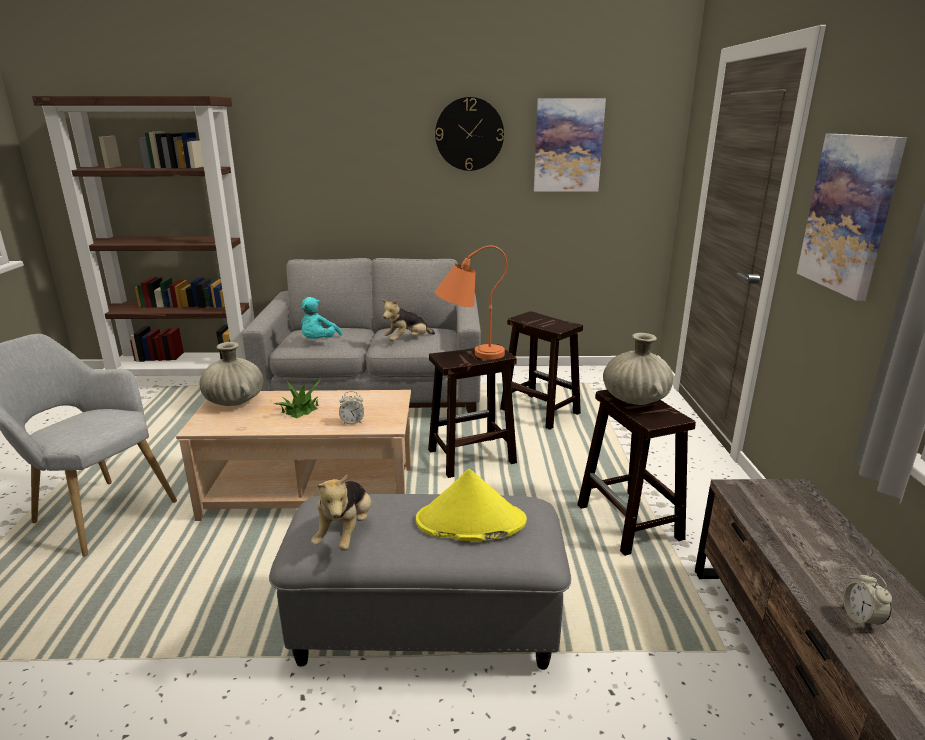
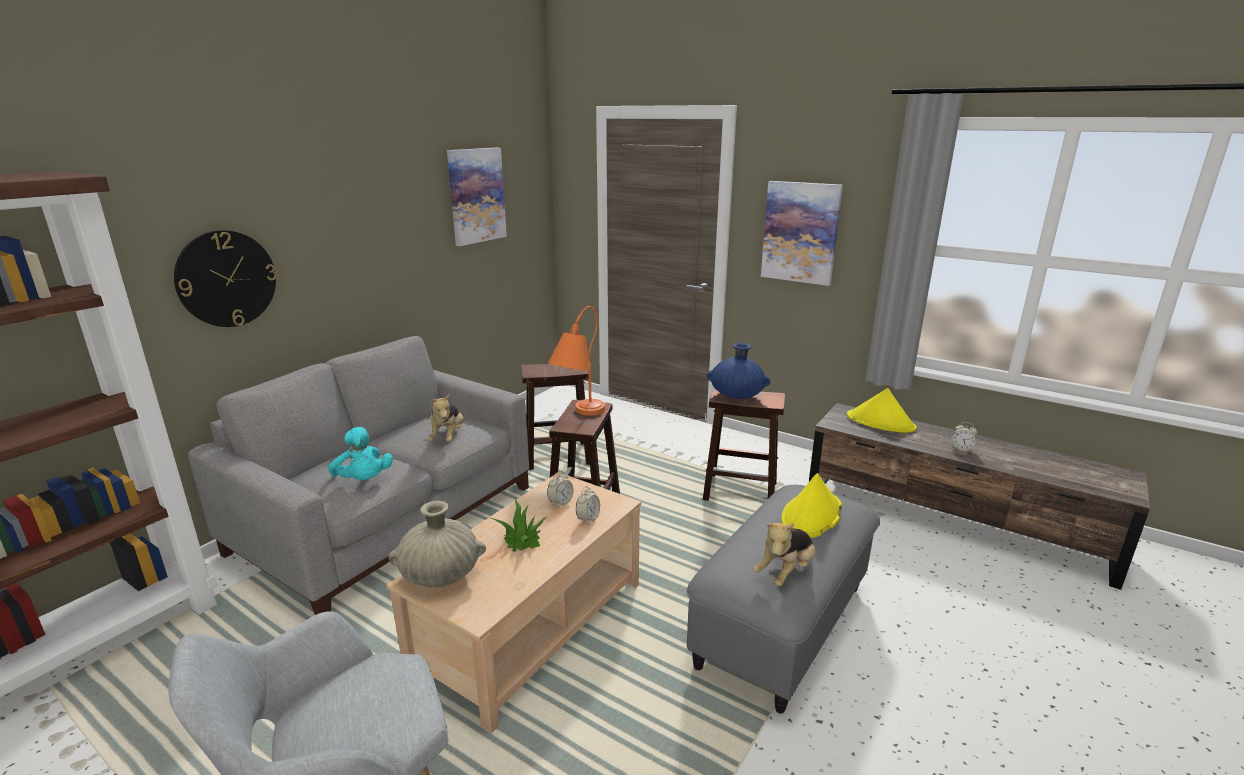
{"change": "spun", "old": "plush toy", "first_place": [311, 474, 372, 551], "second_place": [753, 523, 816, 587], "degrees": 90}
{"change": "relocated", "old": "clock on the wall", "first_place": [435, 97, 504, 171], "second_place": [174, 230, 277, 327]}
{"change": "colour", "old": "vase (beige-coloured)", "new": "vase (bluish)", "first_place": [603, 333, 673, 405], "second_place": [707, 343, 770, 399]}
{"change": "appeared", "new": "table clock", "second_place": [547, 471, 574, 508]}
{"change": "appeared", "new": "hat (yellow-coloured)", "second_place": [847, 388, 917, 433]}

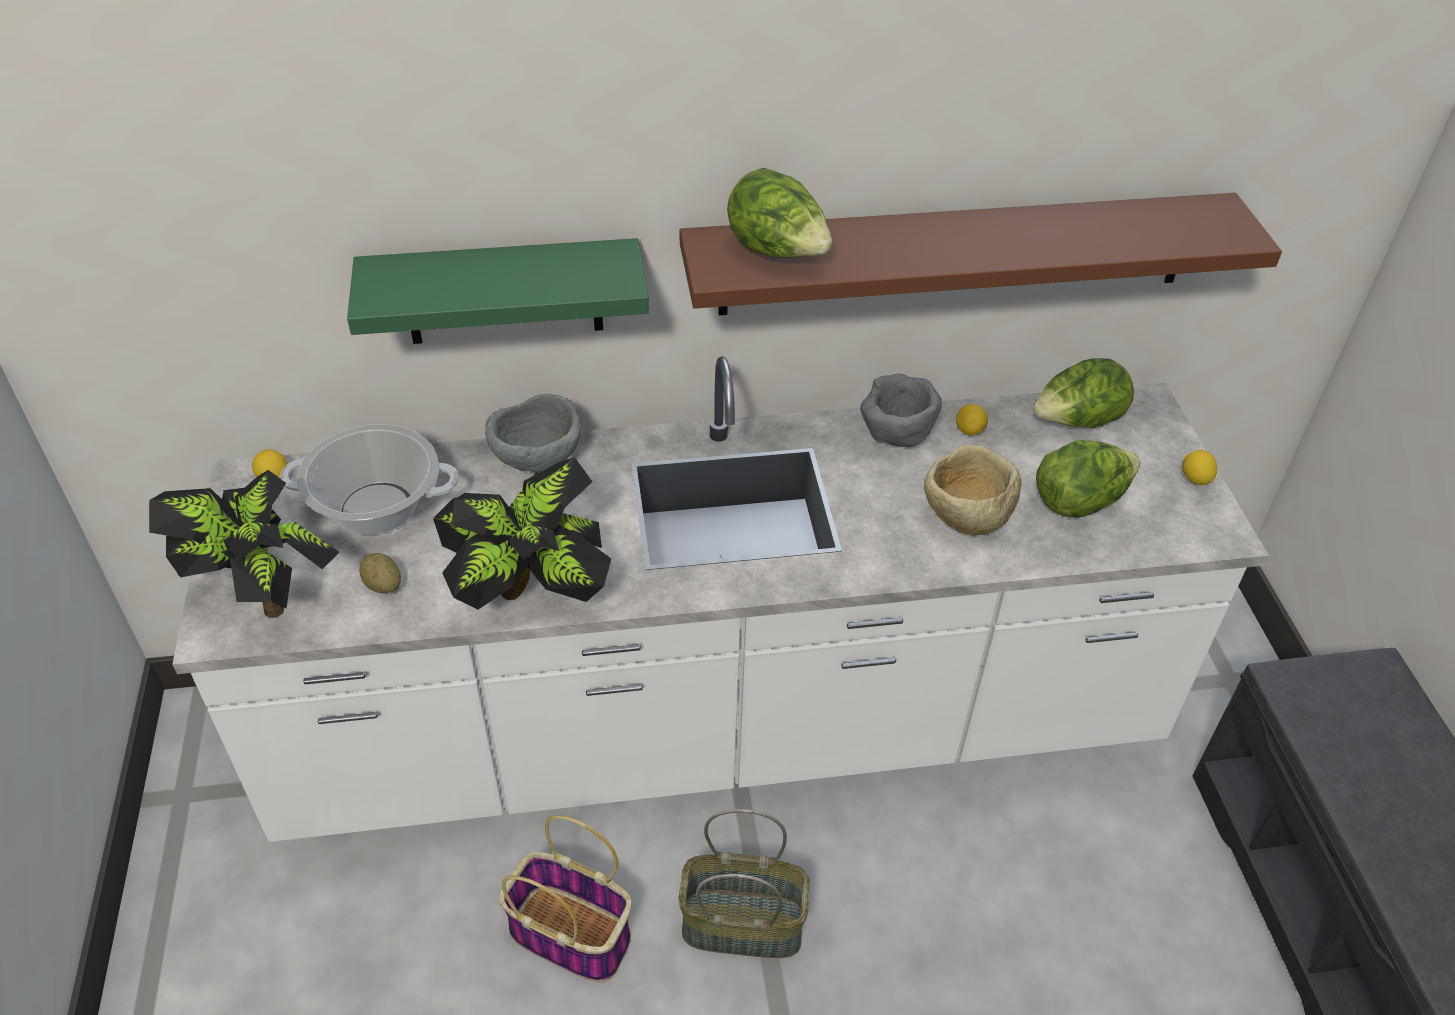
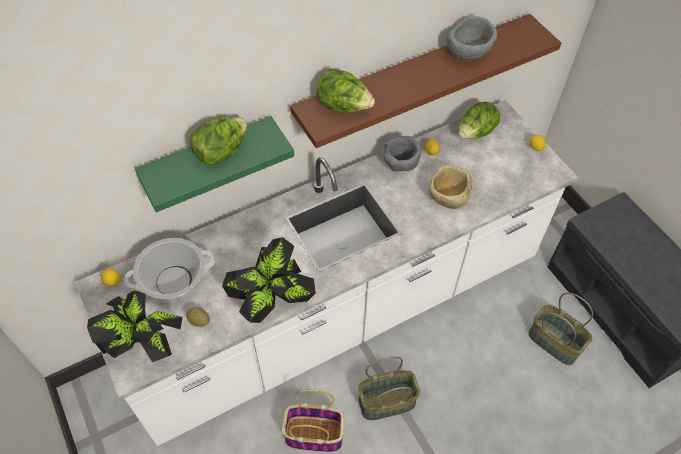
{"change": "relocated", "old": "serving bowl (greyish)", "first_place": [485, 394, 581, 472], "second_place": [446, 16, 497, 60]}
{"change": "relocated", "old": "lettuce head", "first_place": [1036, 440, 1141, 518], "second_place": [190, 117, 247, 165]}
{"change": "appeared", "new": "household basket", "second_place": [528, 292, 593, 365]}

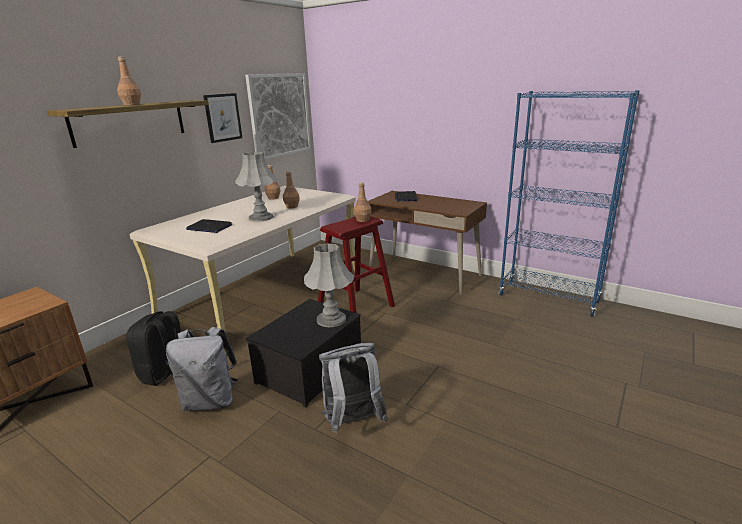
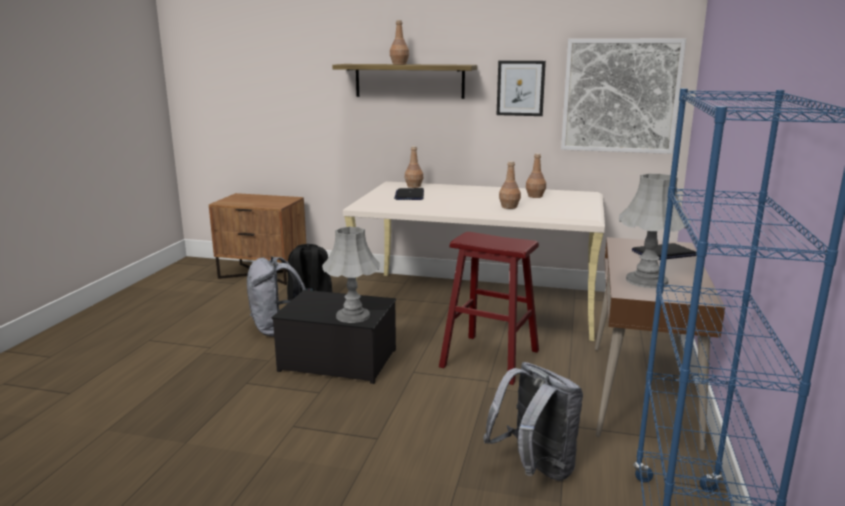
{"change": "relocated", "old": "table lamp (greyish)", "first_place": [236, 152, 277, 222], "second_place": [619, 174, 691, 288]}
{"change": "relocated", "old": "rucksack (greyish)", "first_place": [319, 343, 388, 433], "second_place": [483, 362, 583, 481]}
{"change": "relocated", "old": "bottle (brownish)", "first_place": [354, 182, 371, 222], "second_place": [405, 146, 423, 188]}

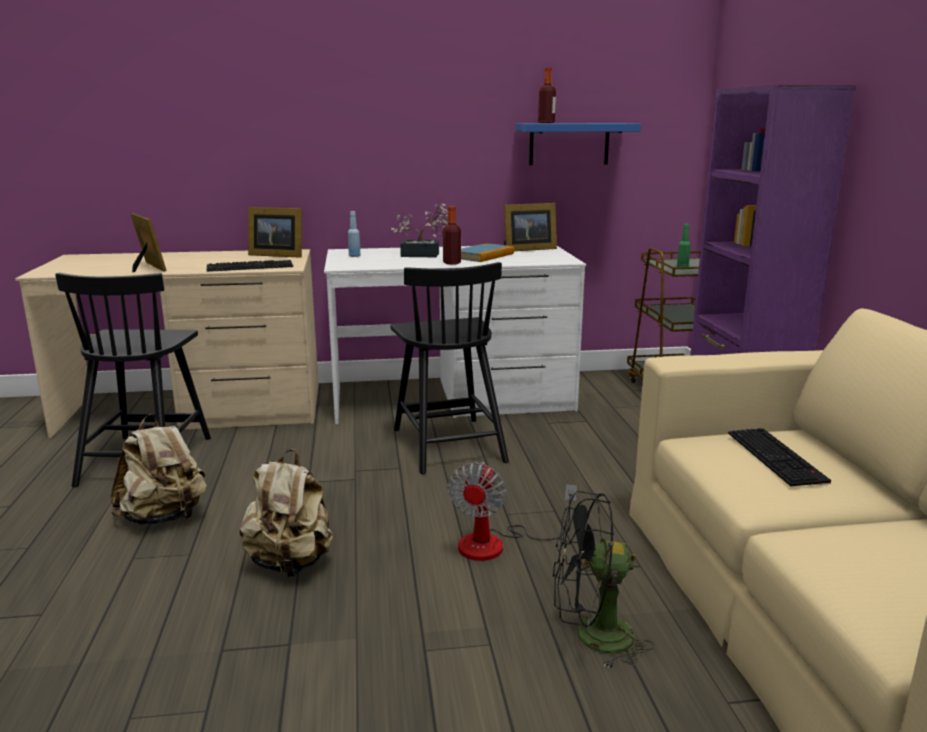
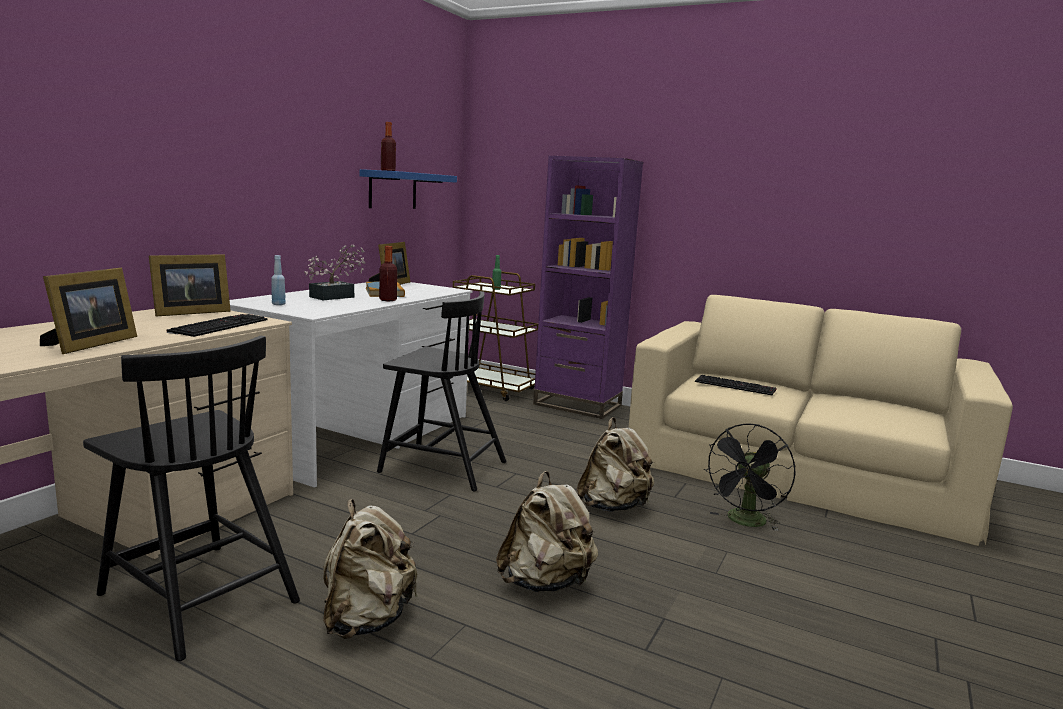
{"change": "spun", "old": "picture frame", "first_place": [130, 213, 166, 273], "second_place": [40, 268, 137, 354], "degrees": 105}
{"change": "exchanged", "old": "electric fan", "new": "rucksack (beige-coloured)", "first_place": [448, 462, 577, 561], "second_place": [577, 417, 654, 512]}

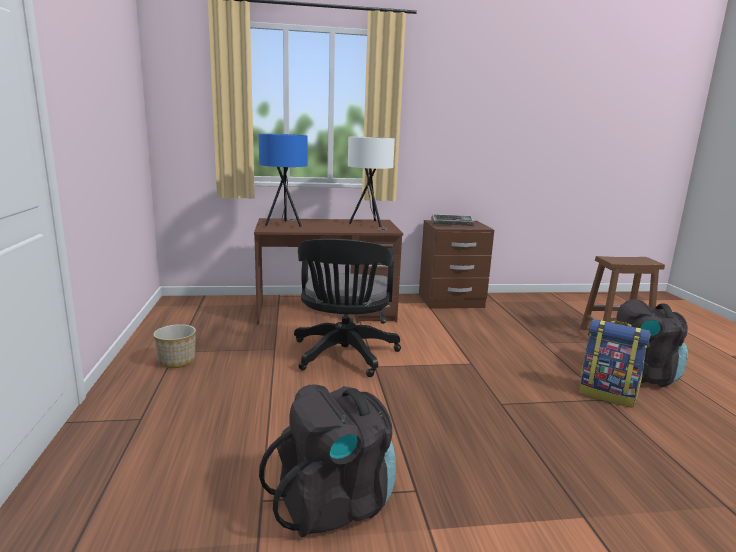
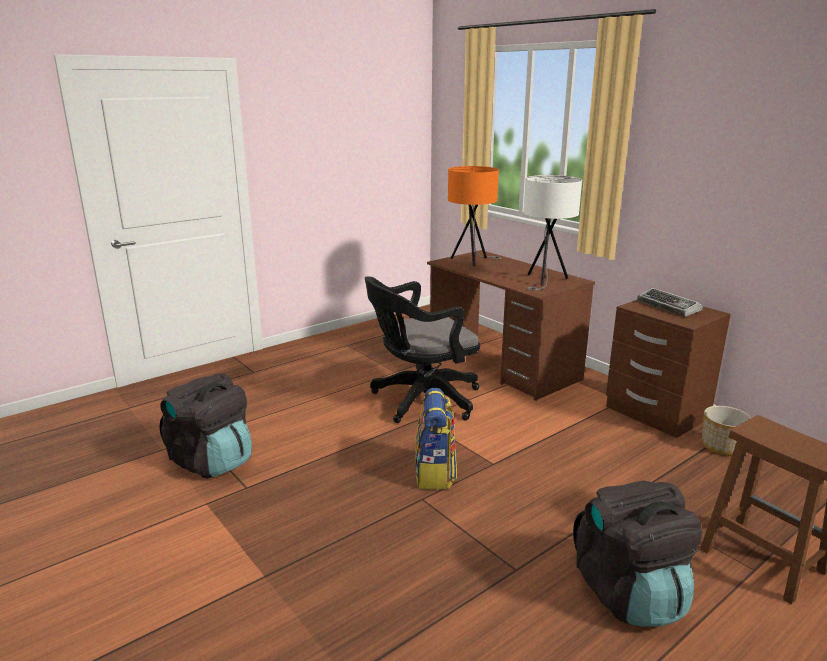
{"change": "relocated", "old": "planter", "first_place": [153, 324, 196, 368], "second_place": [702, 406, 751, 456]}
{"change": "colour", "old": "table lamp (bluish)", "new": "table lamp (orange-coloured)", "first_place": [259, 134, 308, 227], "second_place": [448, 166, 501, 266]}
{"change": "relocated", "old": "rucksack", "first_place": [579, 319, 651, 408], "second_place": [415, 388, 457, 490]}

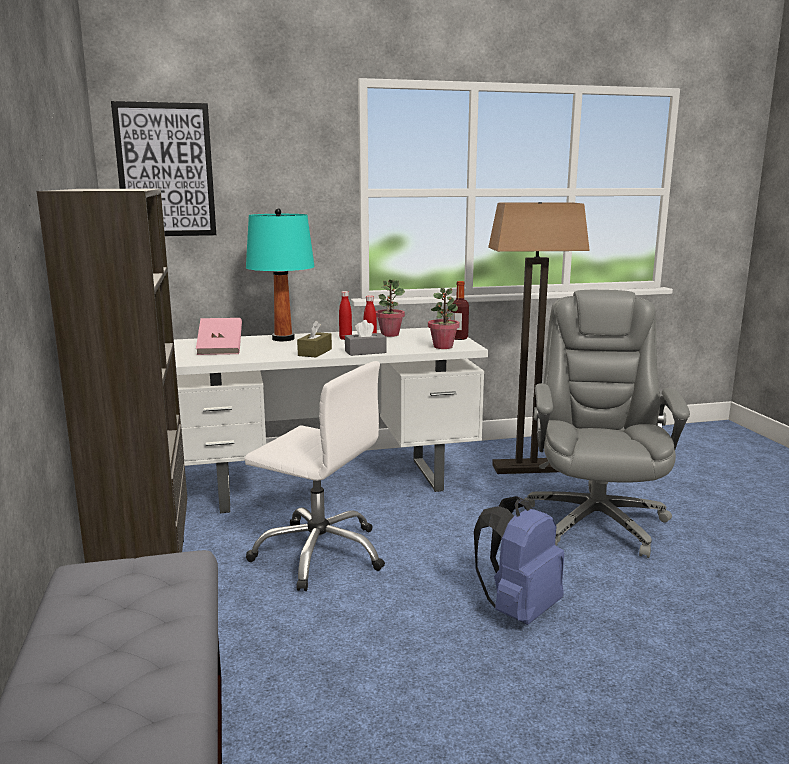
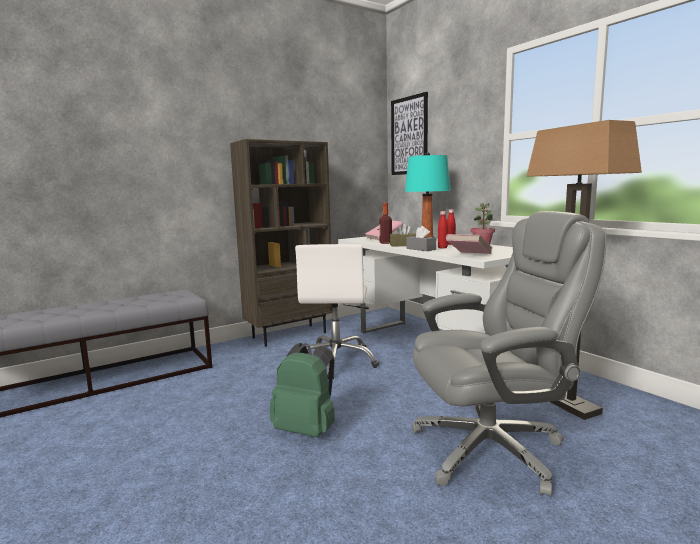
{"change": "exchanged", "old": "houseplant", "new": "book (pinkish)", "first_place": [428, 288, 460, 349], "second_place": [446, 234, 492, 254]}
{"change": "relocated", "old": "bottle", "first_place": [451, 281, 469, 340], "second_place": [379, 203, 392, 244]}
{"change": "colour", "old": "rucksack (bluish)", "new": "rucksack (greenish)", "first_place": [474, 496, 564, 625], "second_place": [270, 343, 335, 437]}

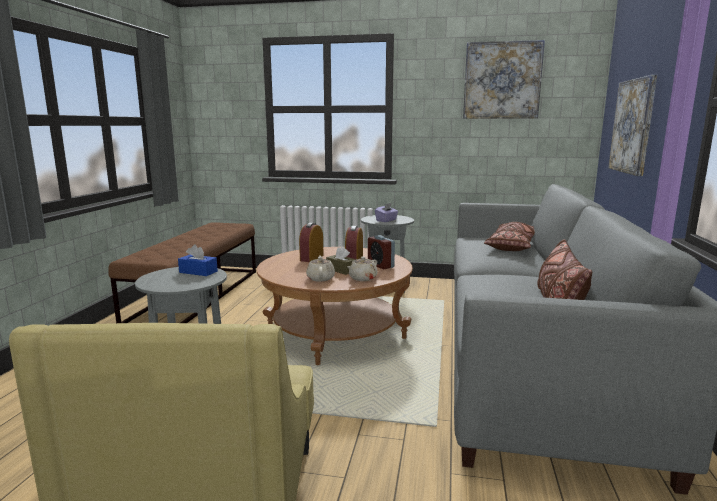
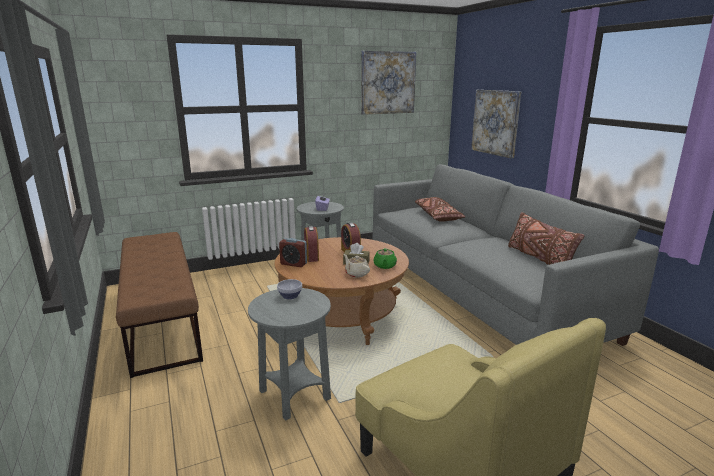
{"change": "exchanged", "old": "tissue box (bluish)", "new": "serving bowl", "first_place": [178, 245, 218, 276], "second_place": [277, 279, 302, 299]}
{"change": "colour", "old": "teapot (beige-coloured)", "new": "teapot (greenish)", "first_place": [347, 256, 378, 281], "second_place": [373, 248, 397, 269]}
{"change": "relocated", "old": "table clock", "first_place": [368, 235, 395, 269], "second_place": [279, 238, 307, 267]}

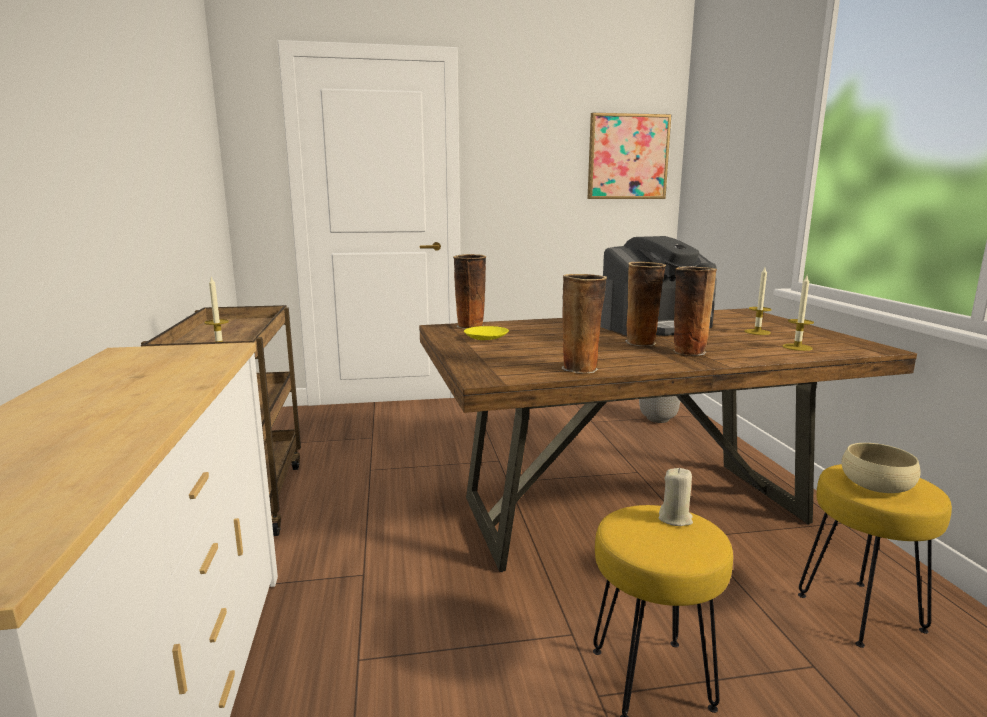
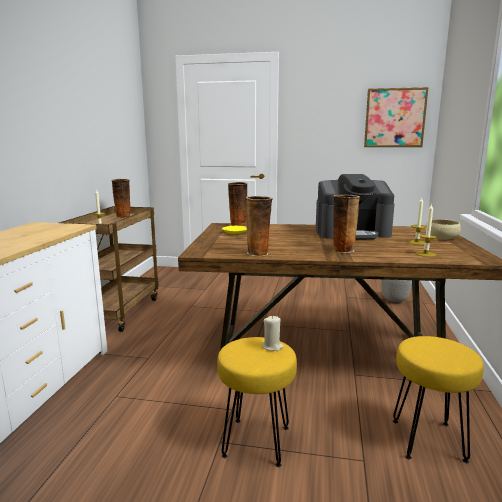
{"change": "relocated", "old": "vase", "first_place": [625, 262, 666, 346], "second_place": [111, 179, 130, 218]}
{"change": "relocated", "old": "serving bowl (beige-coloured)", "first_place": [842, 443, 921, 493], "second_place": [425, 219, 461, 240]}

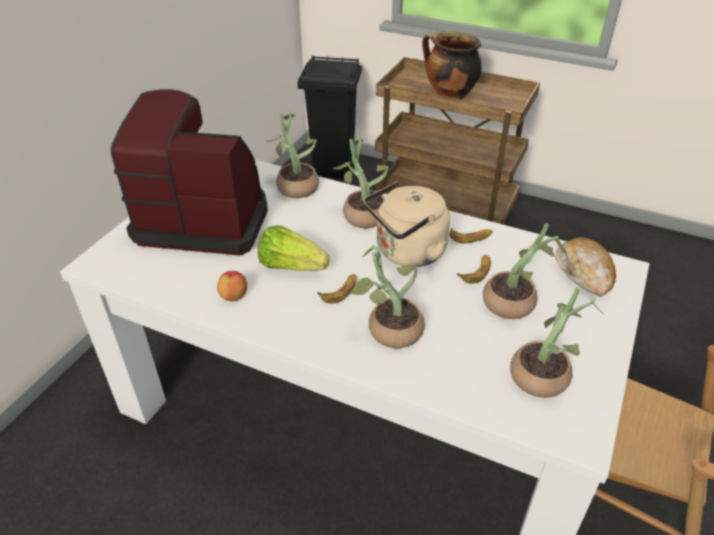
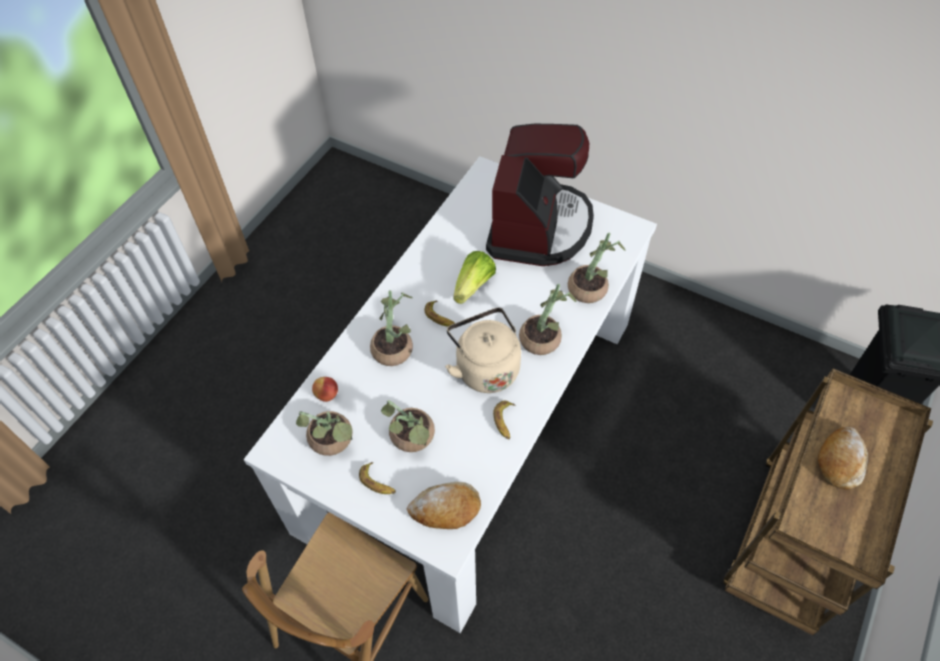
{"change": "relocated", "old": "apple fruit", "first_place": [217, 271, 247, 301], "second_place": [312, 377, 338, 402]}
{"change": "exchanged", "old": "stockpot", "new": "bread", "first_place": [422, 31, 482, 100], "second_place": [818, 426, 868, 490]}
{"change": "relocated", "old": "banana", "first_place": [457, 255, 491, 284], "second_place": [359, 462, 396, 494]}

